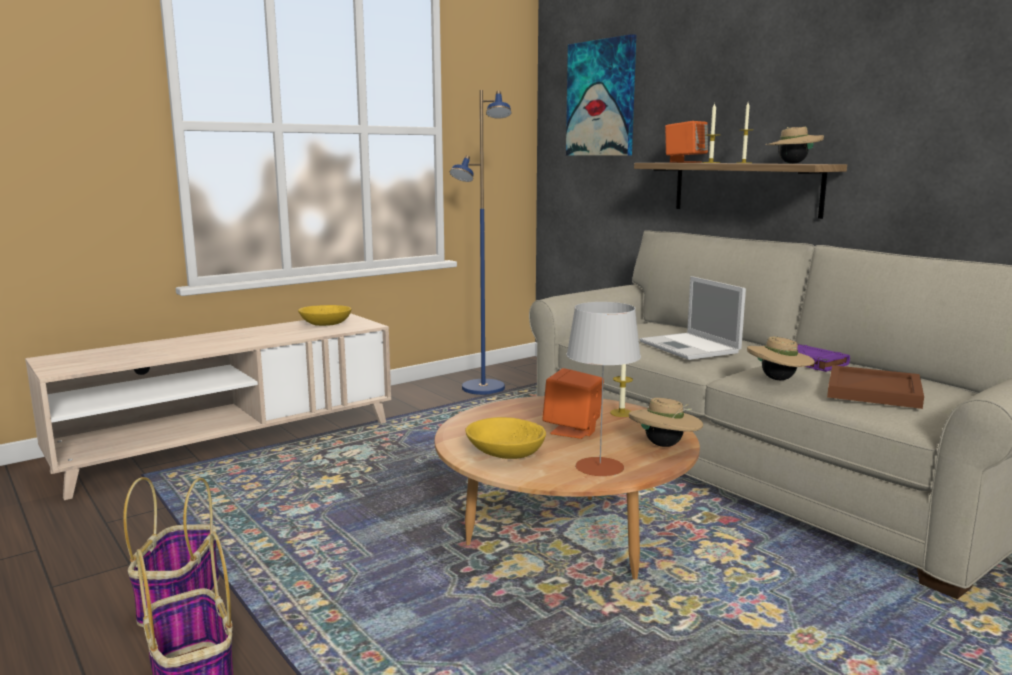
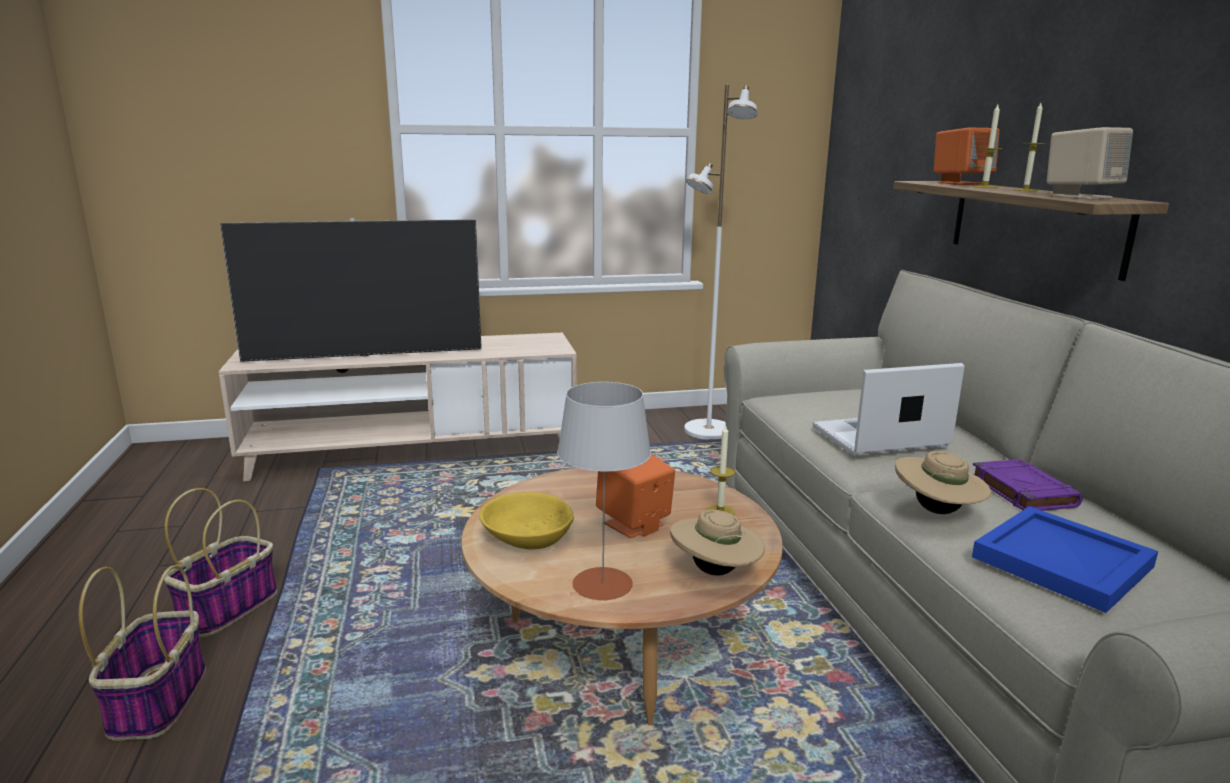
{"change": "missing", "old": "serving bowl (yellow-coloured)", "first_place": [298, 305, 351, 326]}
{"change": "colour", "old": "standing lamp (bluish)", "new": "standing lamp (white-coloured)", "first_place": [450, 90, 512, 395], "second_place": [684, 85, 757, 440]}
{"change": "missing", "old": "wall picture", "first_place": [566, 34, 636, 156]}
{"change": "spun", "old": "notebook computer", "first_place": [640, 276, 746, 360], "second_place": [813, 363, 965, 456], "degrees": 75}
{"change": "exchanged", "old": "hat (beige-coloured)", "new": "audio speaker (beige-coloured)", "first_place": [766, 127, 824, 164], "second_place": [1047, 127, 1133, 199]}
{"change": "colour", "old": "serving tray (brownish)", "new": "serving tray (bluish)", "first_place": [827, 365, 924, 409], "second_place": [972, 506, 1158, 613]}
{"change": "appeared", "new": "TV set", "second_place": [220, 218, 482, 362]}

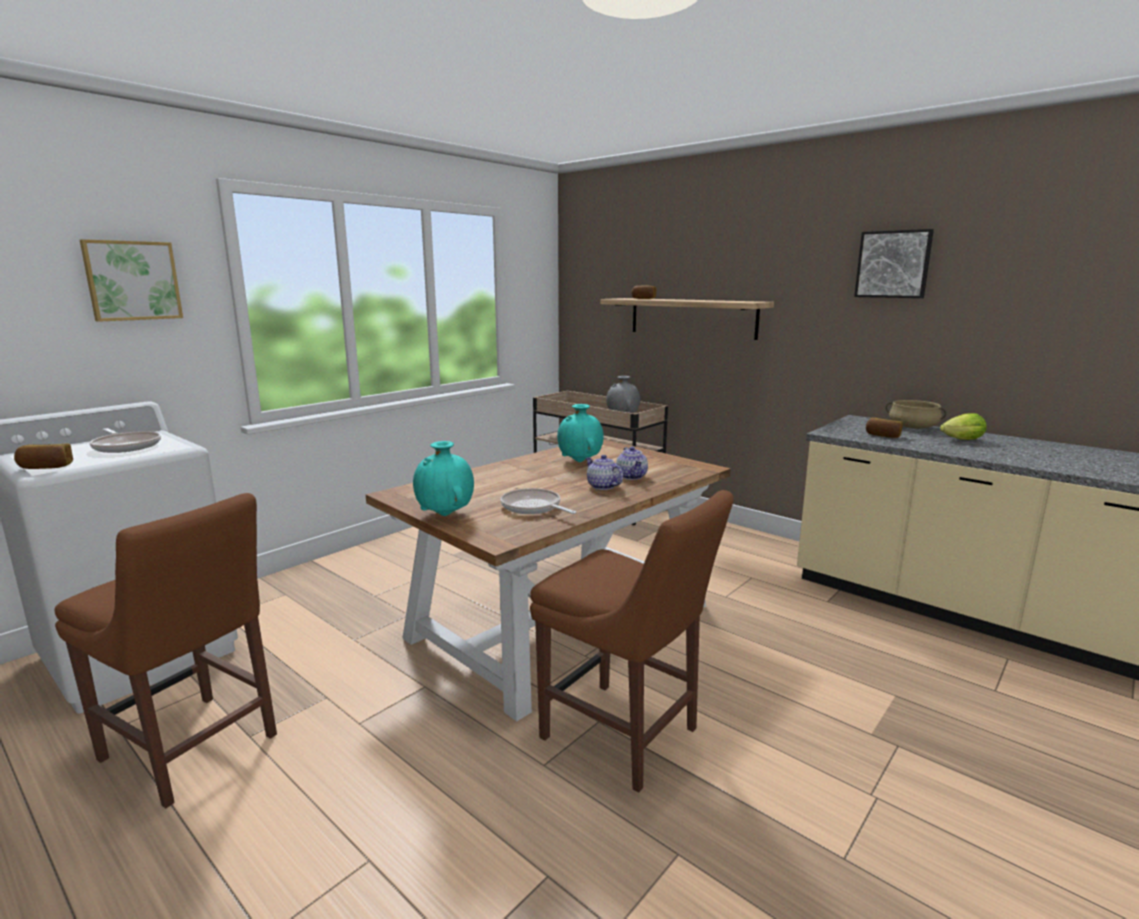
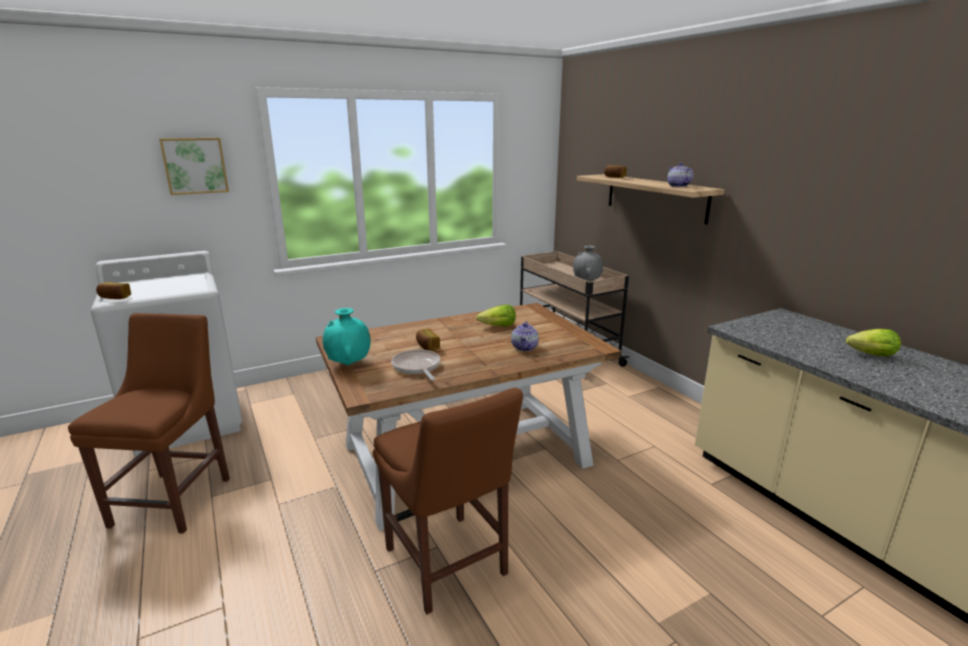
{"change": "spun", "old": "chair (brownish)", "first_place": [55, 493, 277, 808], "second_place": [68, 313, 230, 534], "degrees": -135}
{"change": "missing", "old": "skillet", "first_place": [89, 428, 161, 453]}
{"change": "exchanged", "old": "vase (blue-green)", "new": "lettuce head", "first_place": [557, 404, 604, 462], "second_place": [476, 305, 516, 326]}
{"change": "relocated", "old": "teapot", "first_place": [586, 455, 623, 490], "second_place": [667, 163, 693, 187]}
{"change": "missing", "old": "wall picture", "first_place": [854, 229, 934, 298]}
{"change": "relocated", "old": "bread", "first_place": [866, 417, 903, 438], "second_place": [416, 329, 440, 351]}
{"change": "missing", "old": "stockpot (beige-coloured)", "first_place": [886, 400, 946, 428]}

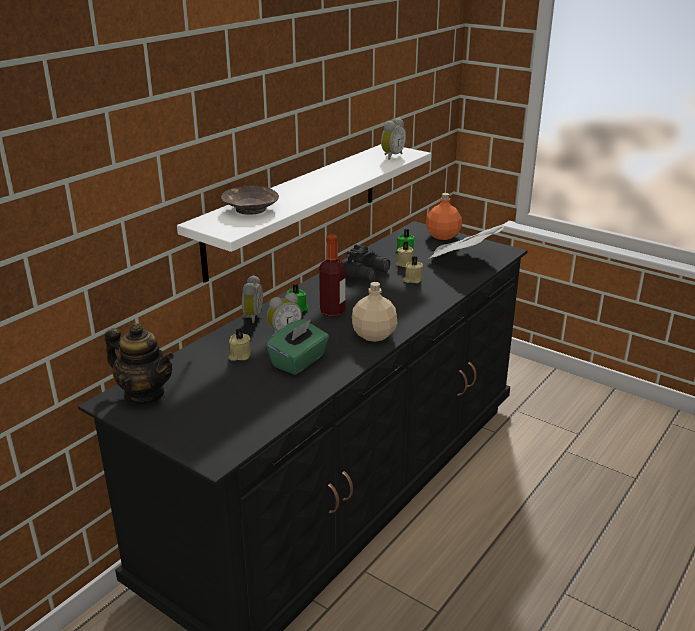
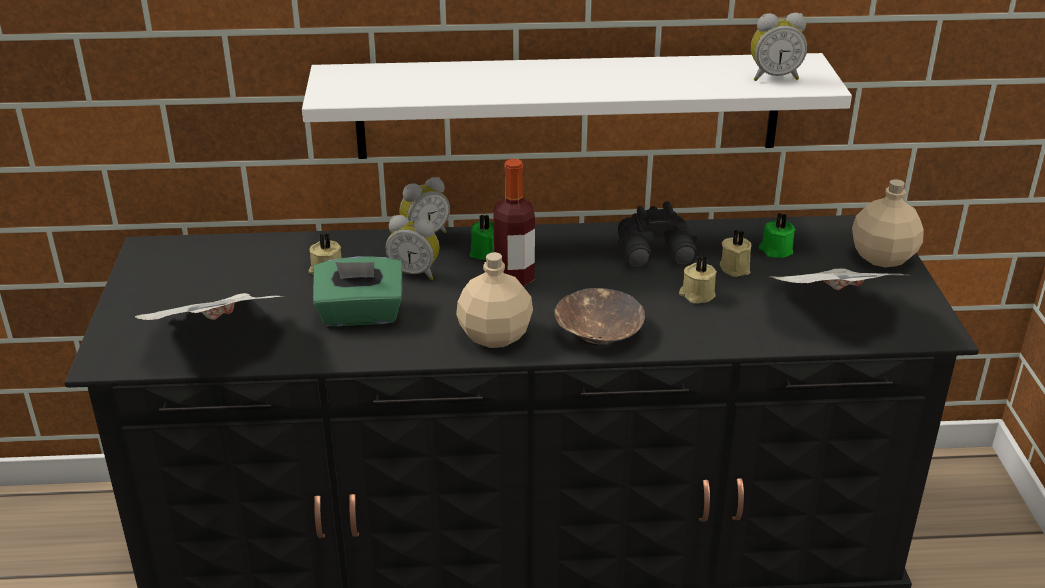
{"change": "missing", "old": "teapot", "first_place": [105, 323, 174, 404]}
{"change": "relocated", "old": "serving bowl (brownish)", "first_place": [221, 186, 279, 215], "second_place": [555, 288, 645, 346]}
{"change": "colour", "old": "bottle (orange-coloured)", "new": "bottle (beige-coloured)", "first_place": [426, 193, 462, 240], "second_place": [852, 179, 924, 268]}
{"change": "appeared", "new": "printed paper", "second_place": [135, 293, 286, 320]}

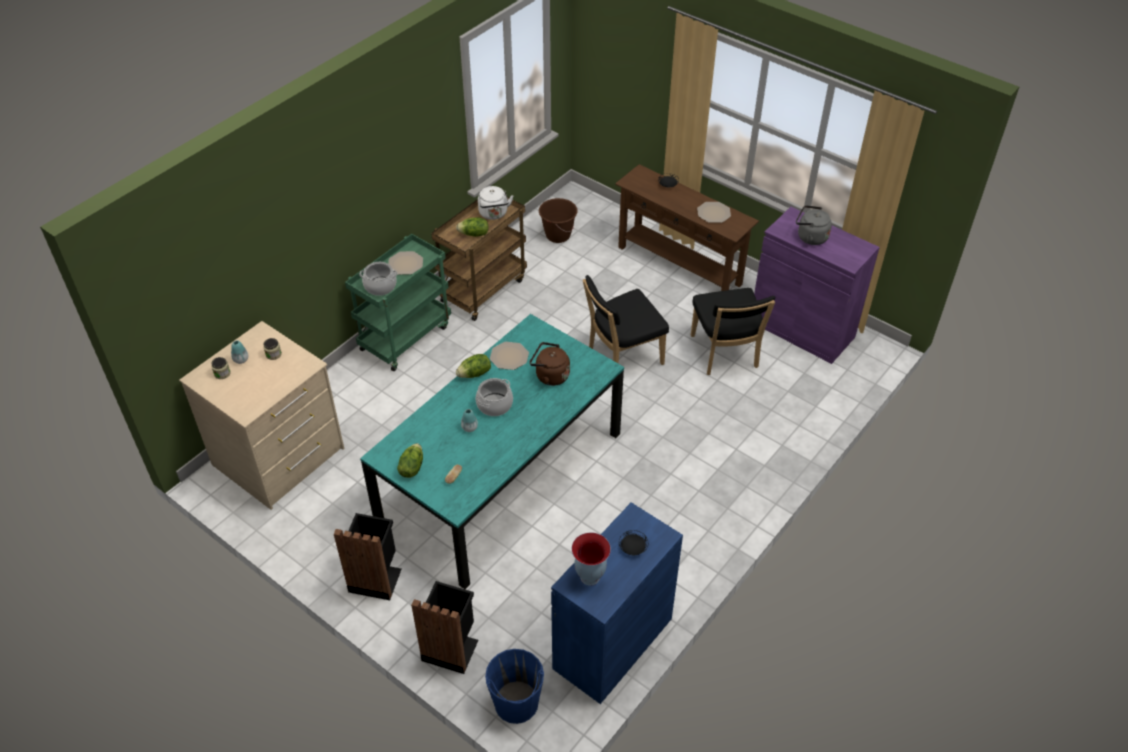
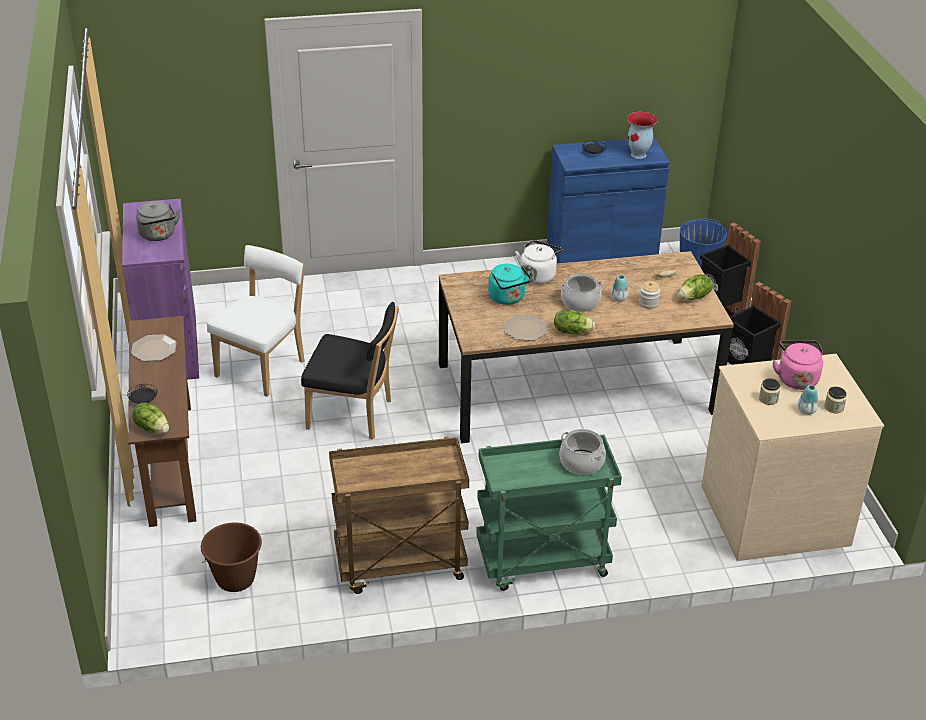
{"change": "colour", "old": "dinner table (blue-green)", "new": "dinner table (brownish)", "first_place": [360, 314, 624, 589], "second_place": [439, 251, 734, 443]}
{"change": "missing", "old": "dinner plate", "first_place": [388, 251, 423, 275]}
{"change": "relocated", "old": "lettuce head", "first_place": [456, 217, 489, 237], "second_place": [132, 402, 169, 433]}
{"change": "relocated", "old": "tea kettle (white-coloured)", "first_place": [478, 186, 513, 220], "second_place": [515, 240, 563, 284]}
{"change": "colour", "old": "tea kettle (brownish)", "new": "tea kettle (blue-green)", "first_place": [530, 342, 570, 386], "second_place": [488, 264, 532, 305]}
{"change": "colour", "old": "chair (blackish)", "new": "chair (white-coloured)", "first_place": [691, 288, 776, 375], "second_place": [207, 245, 305, 397]}
{"change": "appeared", "new": "preserve jar", "second_place": [639, 281, 660, 309]}
{"change": "appeared", "new": "tea kettle (pinkish)", "second_place": [772, 341, 823, 390]}

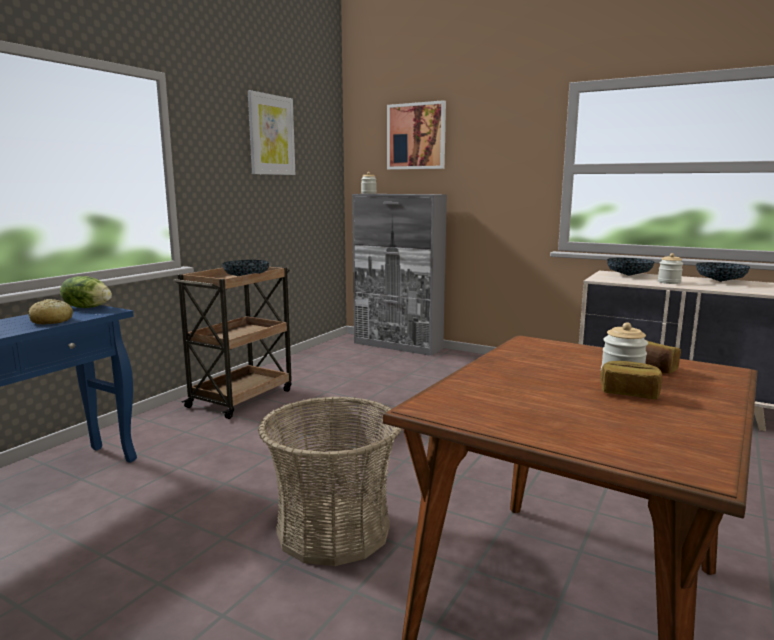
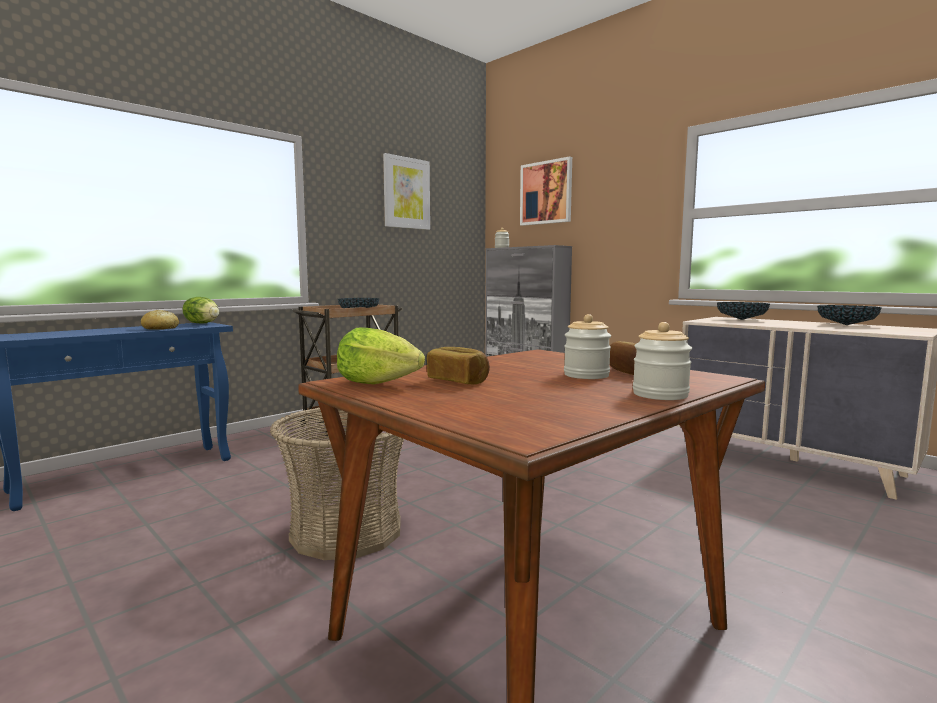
{"change": "relocated", "old": "bread", "first_place": [600, 361, 663, 399], "second_place": [427, 347, 490, 384]}
{"change": "relocated", "old": "preserve jar", "first_place": [658, 253, 683, 284], "second_place": [633, 322, 692, 400]}
{"change": "appeared", "new": "lettuce head", "second_place": [337, 327, 425, 384]}

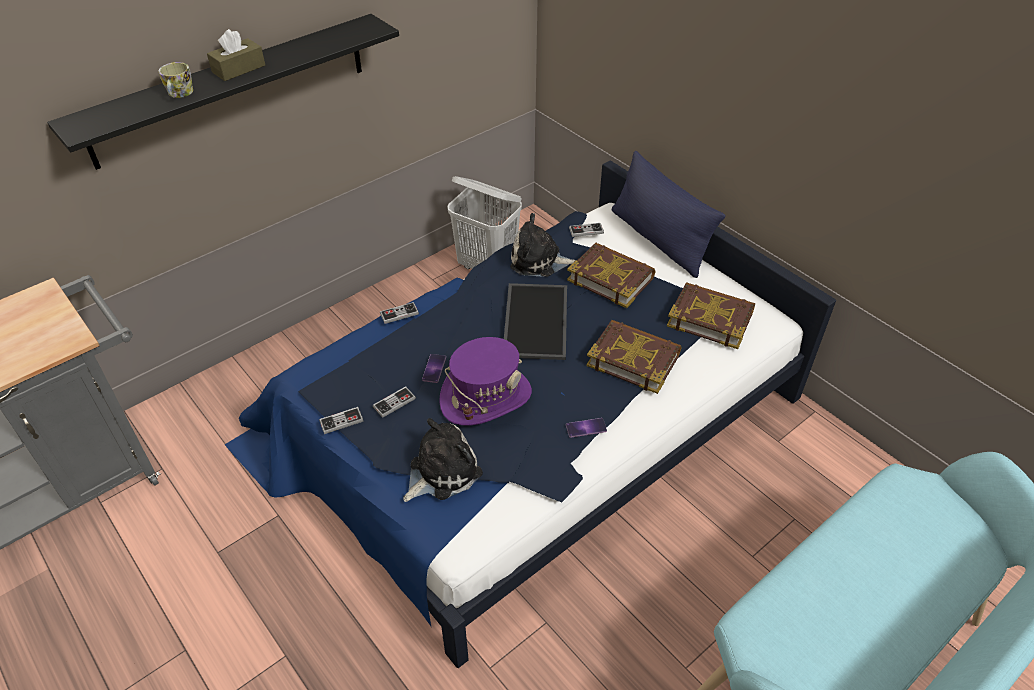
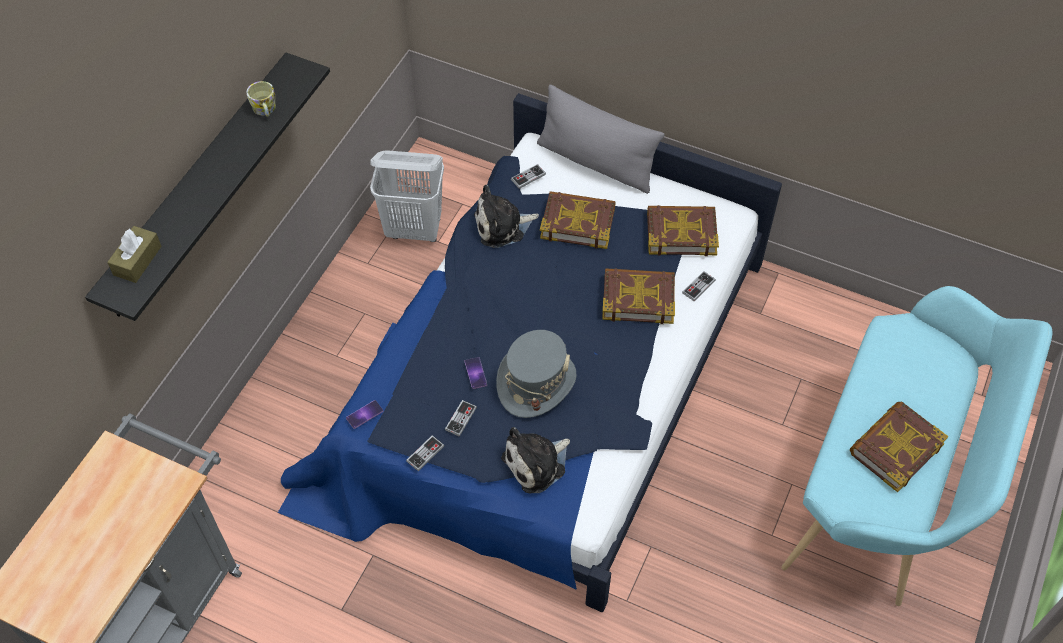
{"change": "relocated", "old": "coffee mug", "first_place": [159, 62, 193, 98], "second_place": [247, 81, 276, 117]}
{"change": "relocated", "old": "tissue box (brownish)", "first_place": [207, 29, 265, 81], "second_place": [107, 226, 162, 283]}
{"change": "relocated", "old": "joypad", "first_place": [380, 302, 419, 324], "second_place": [682, 271, 716, 301]}
{"change": "spun", "old": "plush toy", "first_place": [403, 418, 483, 502], "second_place": [501, 427, 570, 493], "degrees": -150}
{"change": "colour", "old": "hat (purple-coloured)", "new": "hat (greyish)", "first_place": [439, 337, 532, 425], "second_place": [496, 330, 577, 418]}
{"change": "missing", "old": "serving tray", "first_place": [504, 283, 567, 360]}
{"change": "relocated", "old": "handset", "first_place": [566, 418, 607, 438], "second_place": [346, 400, 383, 429]}
{"change": "colour", "old": "cushion (bluish)", "new": "cushion (greyish)", "first_place": [612, 151, 725, 278], "second_place": [537, 85, 664, 194]}
{"change": "appeared", "new": "book", "second_place": [850, 401, 948, 492]}

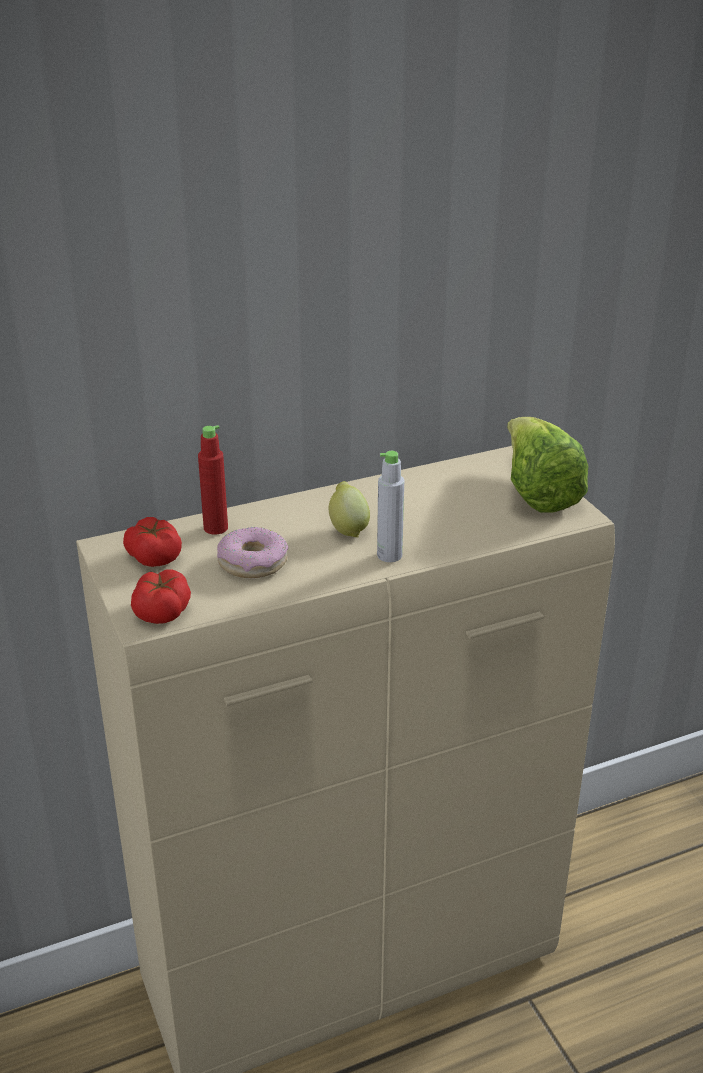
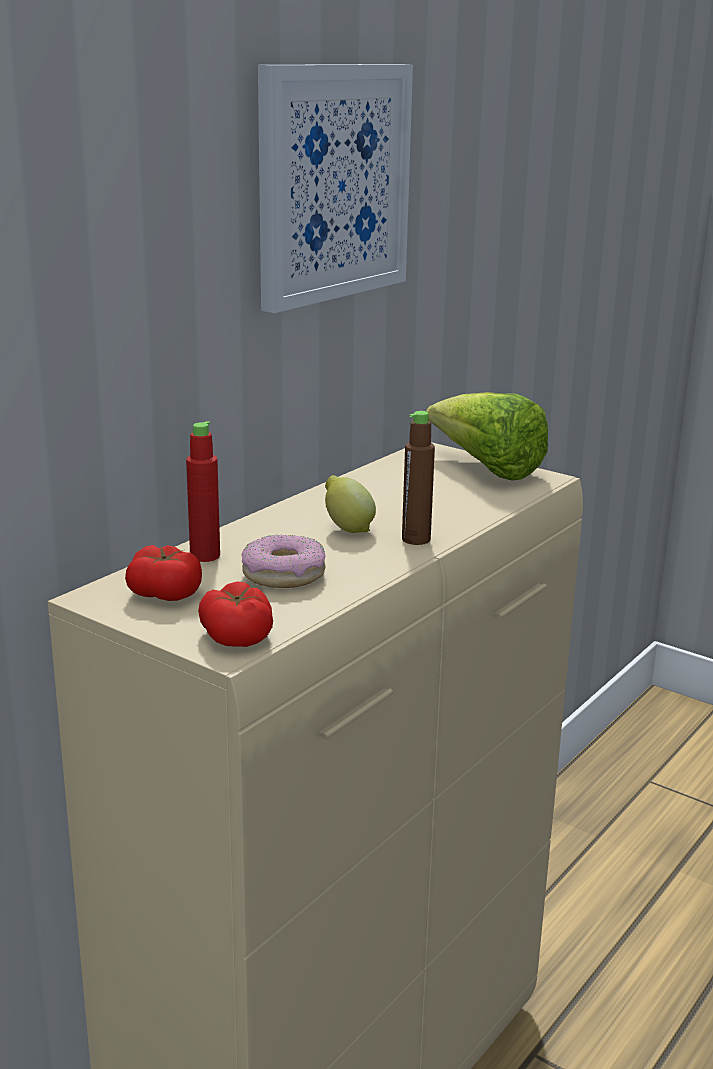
{"change": "colour", "old": "bottle (greyish)", "new": "bottle (brownish)", "first_place": [377, 451, 404, 562], "second_place": [402, 411, 435, 545]}
{"change": "appeared", "new": "wall picture", "second_place": [258, 64, 413, 313]}

